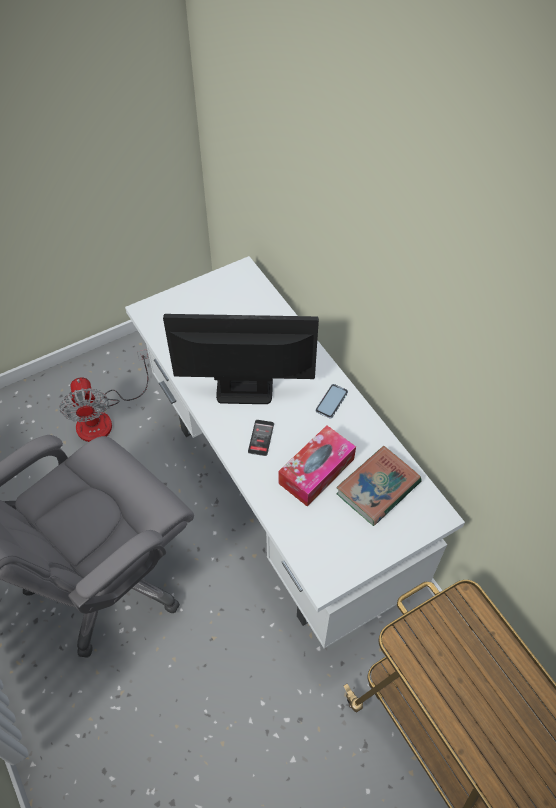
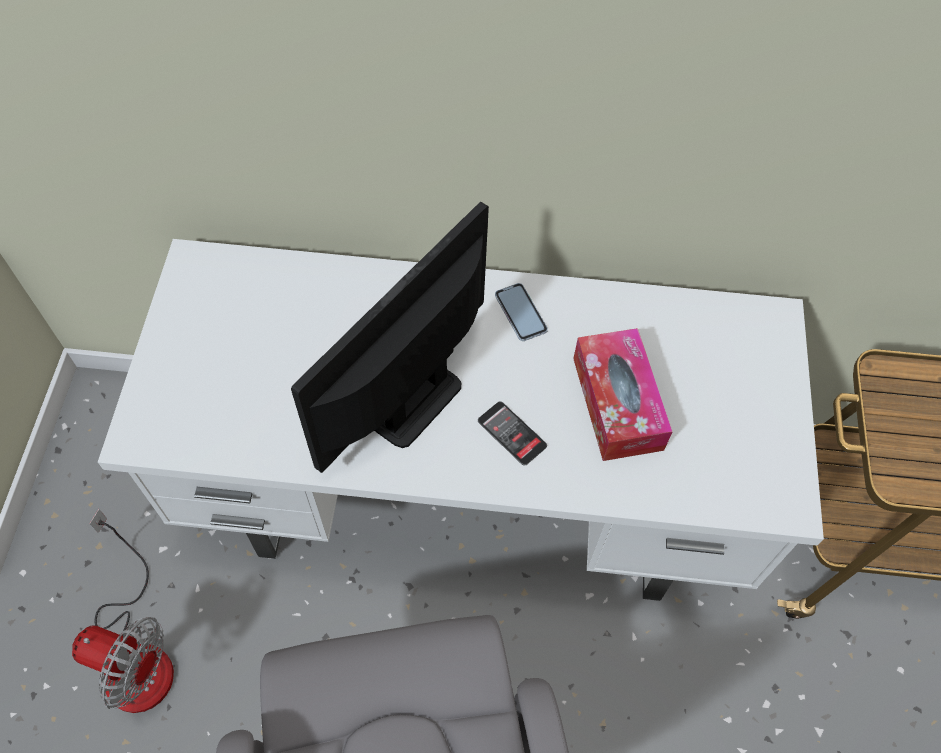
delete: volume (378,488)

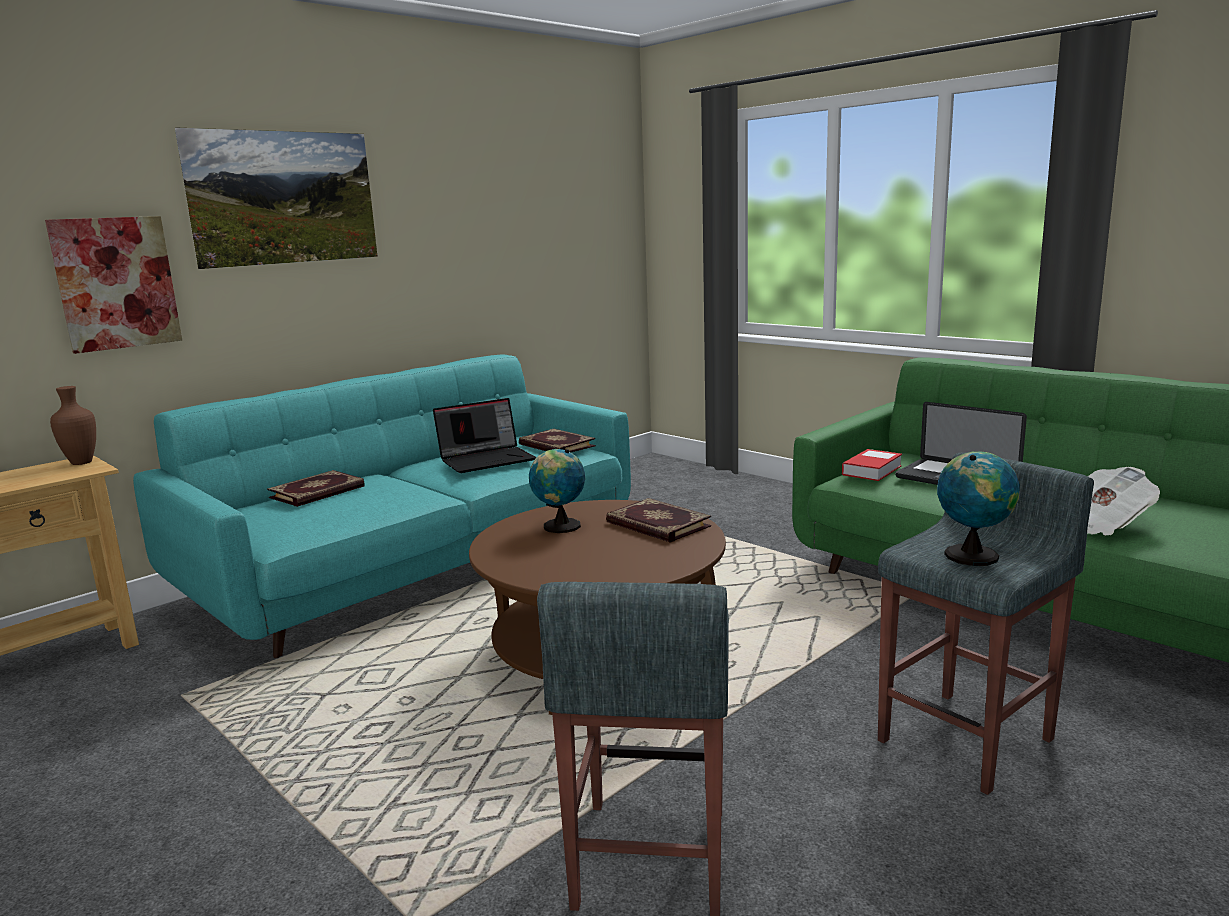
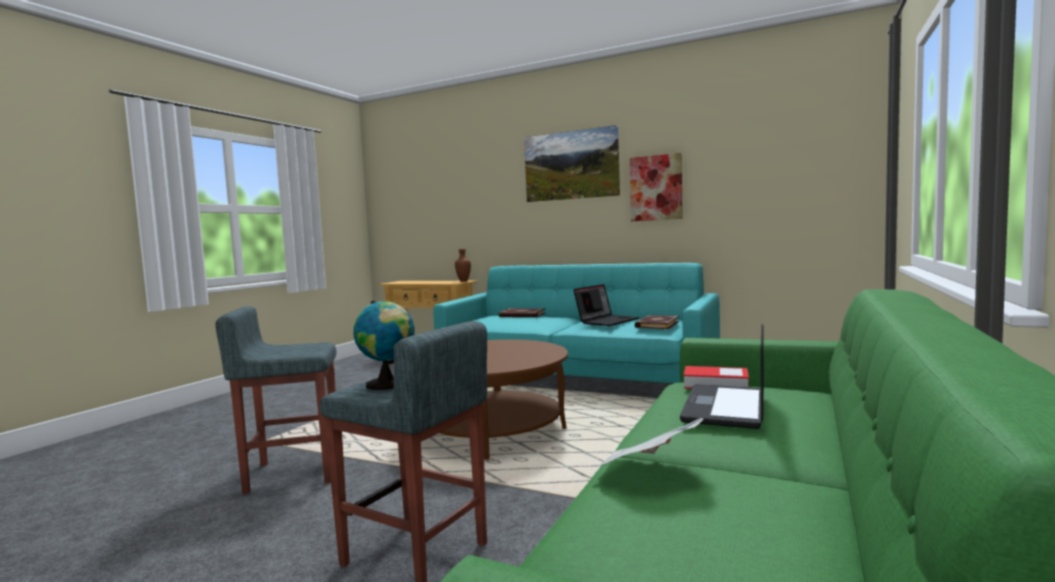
delete: desk globe (559,526); volume (657,525)
move: wall art (116,283) to (656,188)
rotate: notebook computer (487,459) = (607,321) 90 degrees counterclockwise

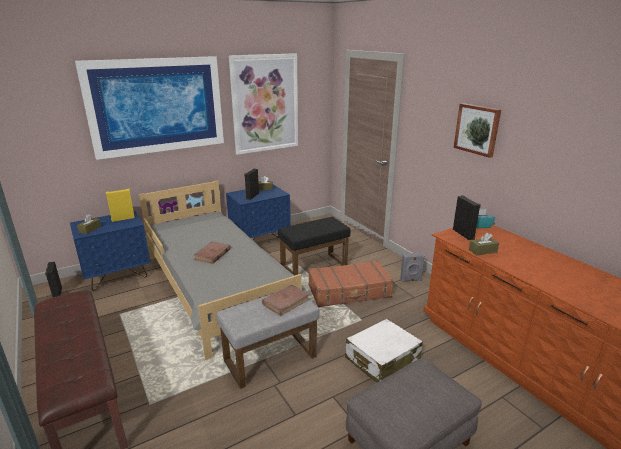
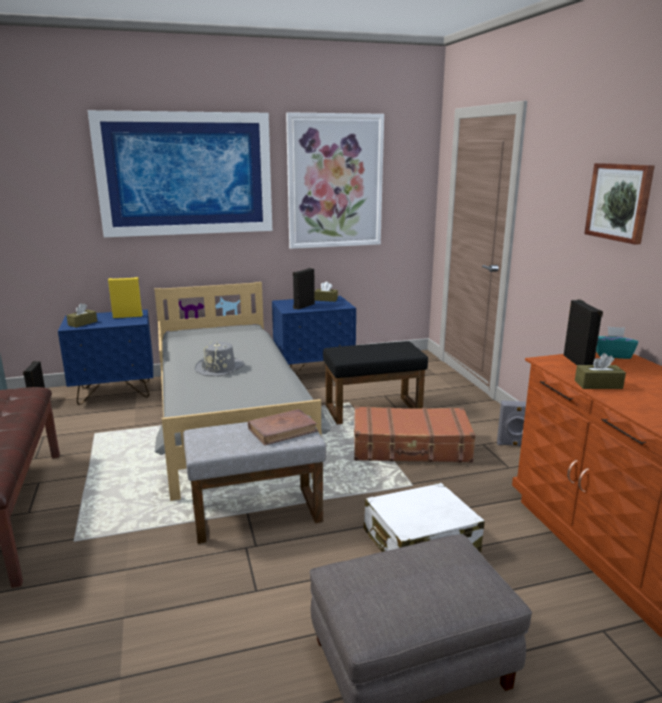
replace: volume/brown-coloured (212,254) to hat/gray (220,368)

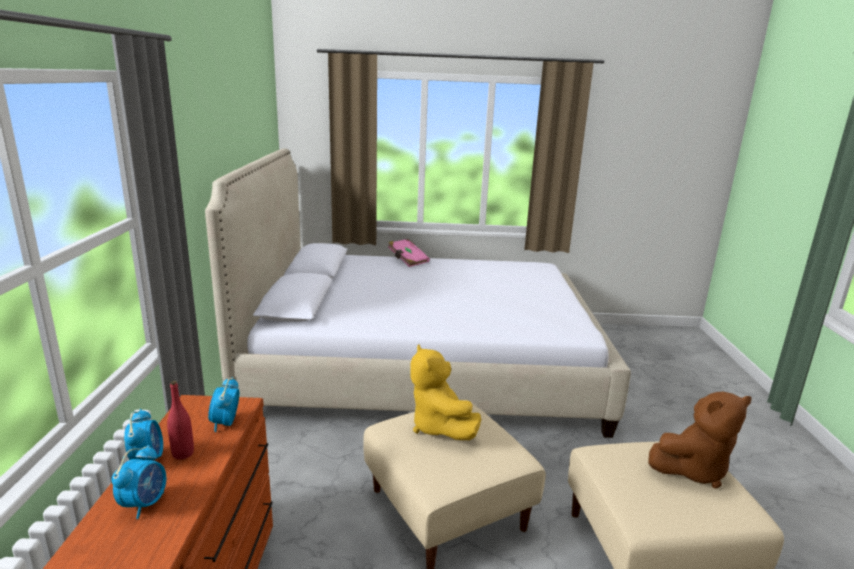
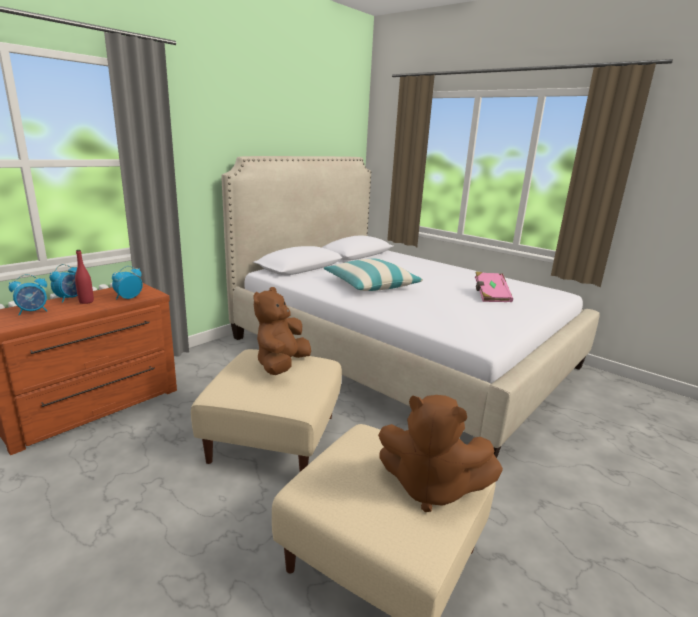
insert: pillow (371,285)
move: volume/pinkish (407,260) to (490,296)
recolor: soft toy/yellow (439,427) to soft toy/brown-coloured (281,365)

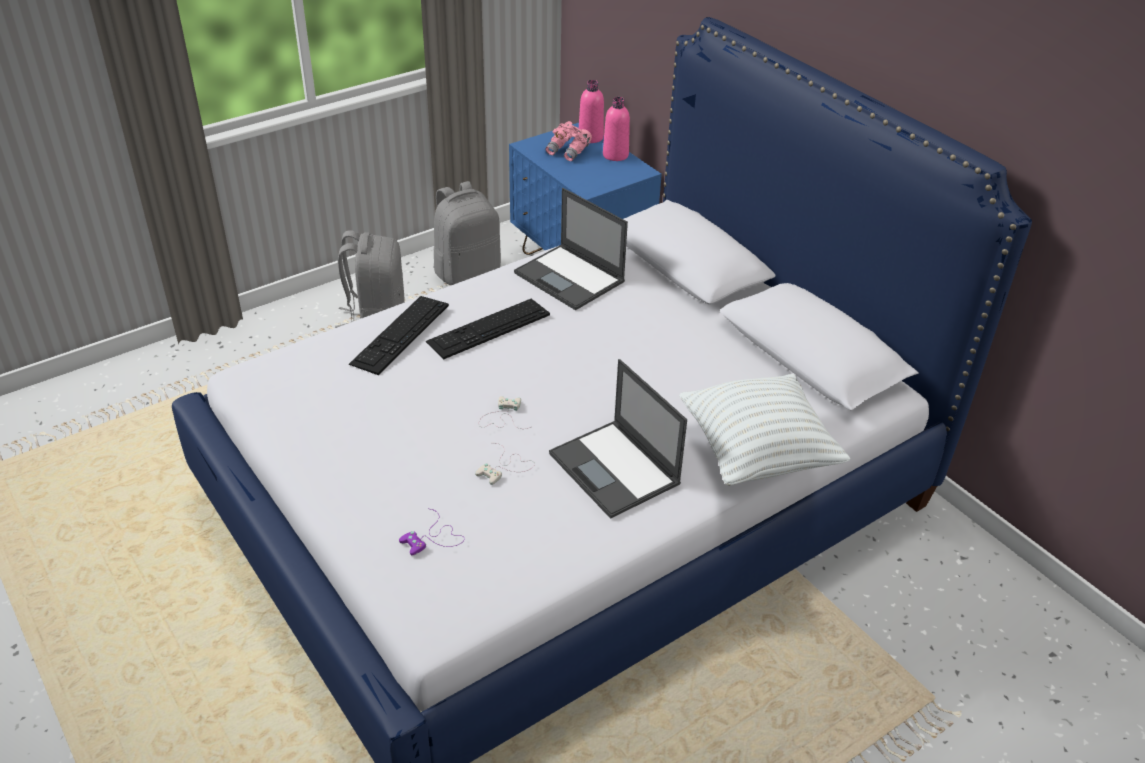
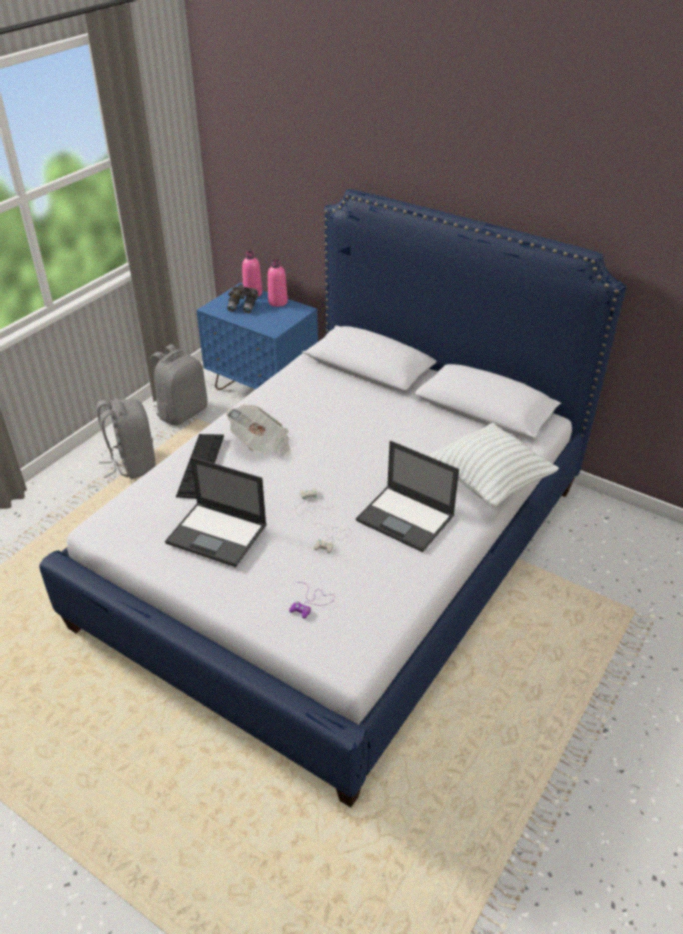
move: notebook computer (570,278) to (218,534)
replace: keyboard (488,328) to newspaper (262,445)
recolor: pair of binoculars/pinkish (568,151) to pair of binoculars/gray (243,306)

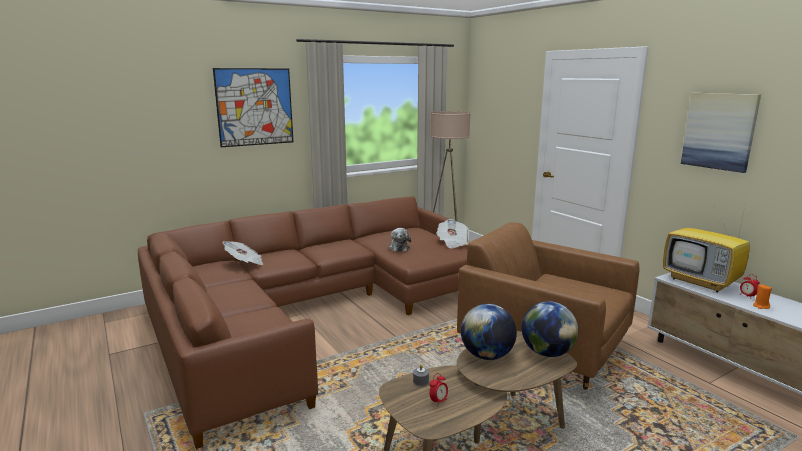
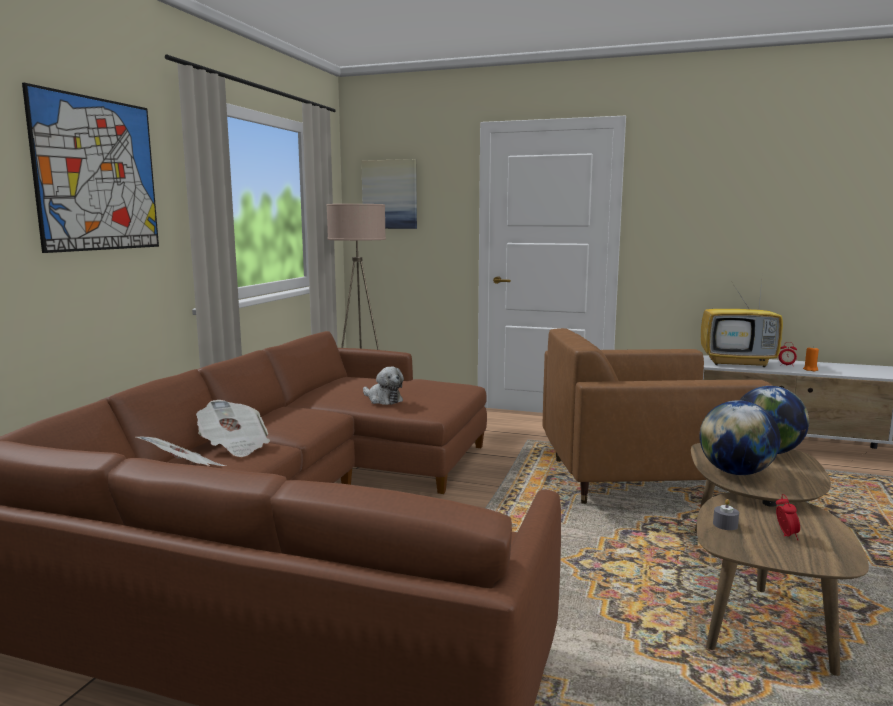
move: wall art (719,131) to (390,194); newspaper (452,243) to (234,446)

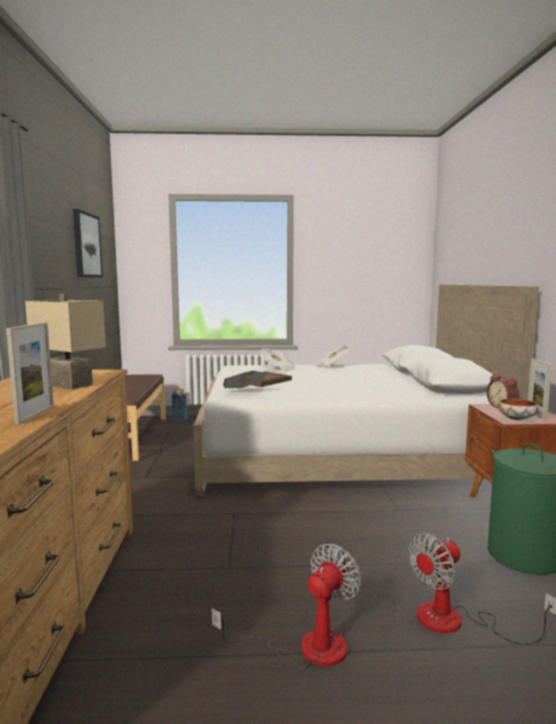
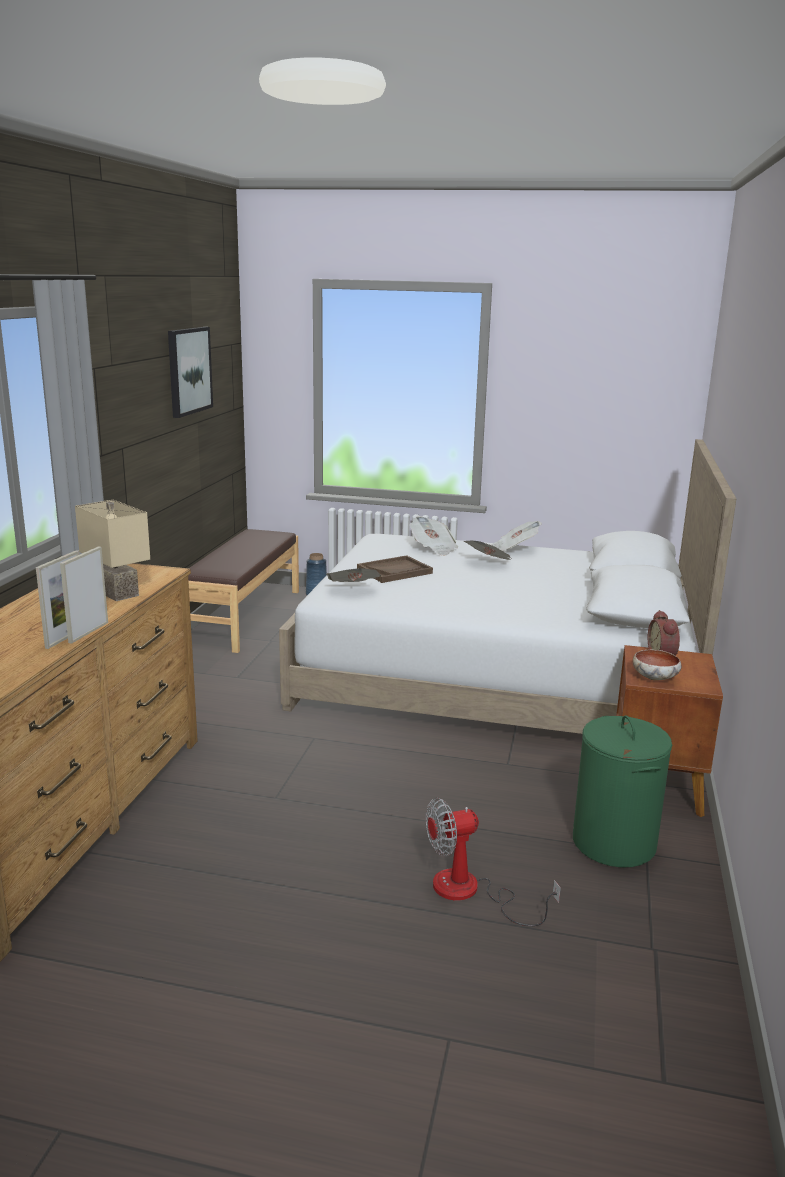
delete: electric fan (306,648)
insert: newspaper (489,563)
move: standing frame (536,414) to (88,632)

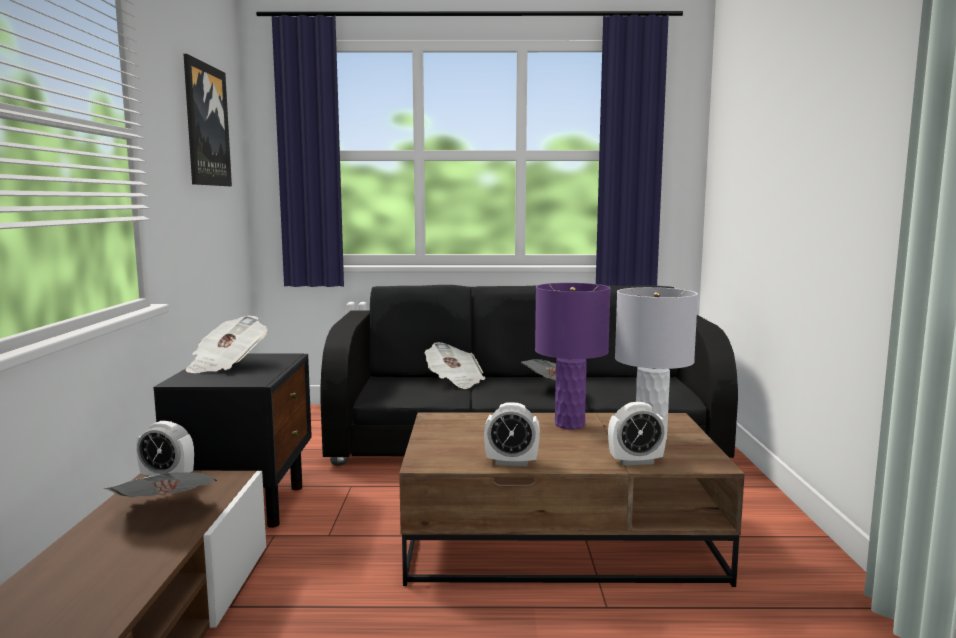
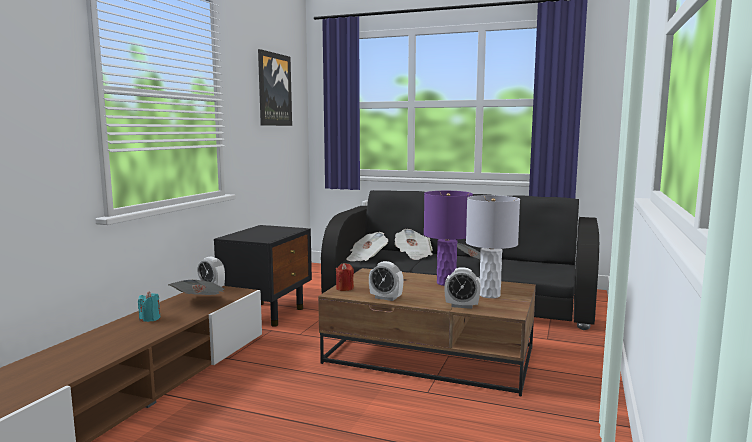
insert: wax candle/red (344,288); wax candle/turquoise-coloured (150,318)
move: newspaper (226,365) to (366,258)

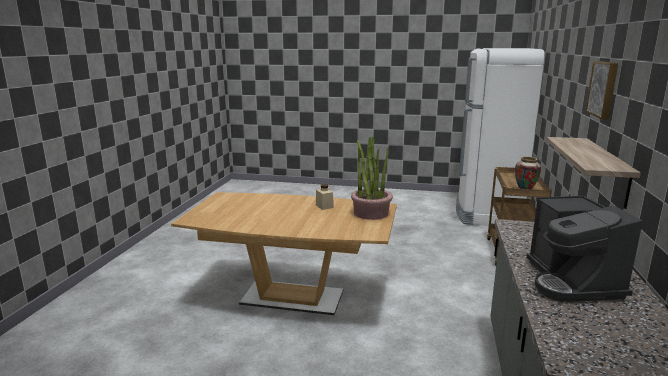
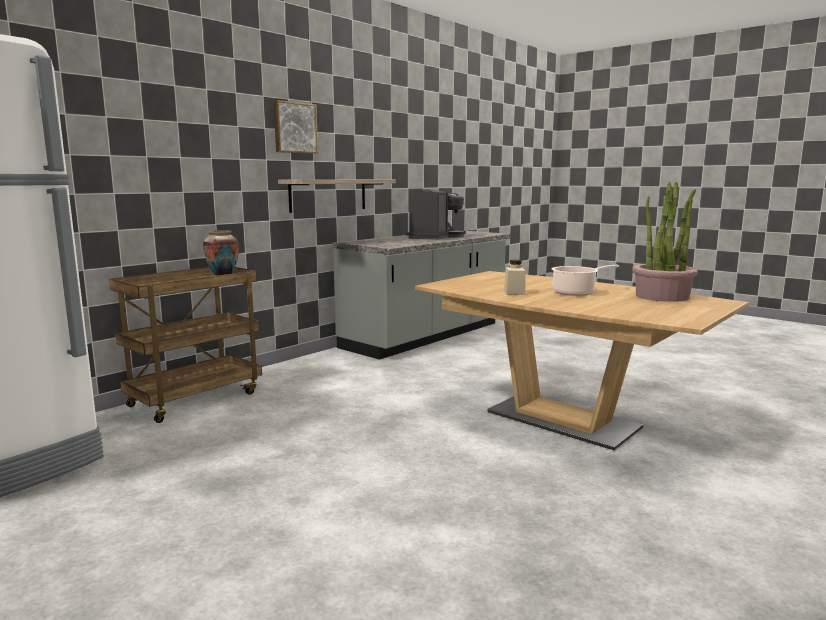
insert: saucepot (576,293)
move: potted plant (371,213) to (662,296)

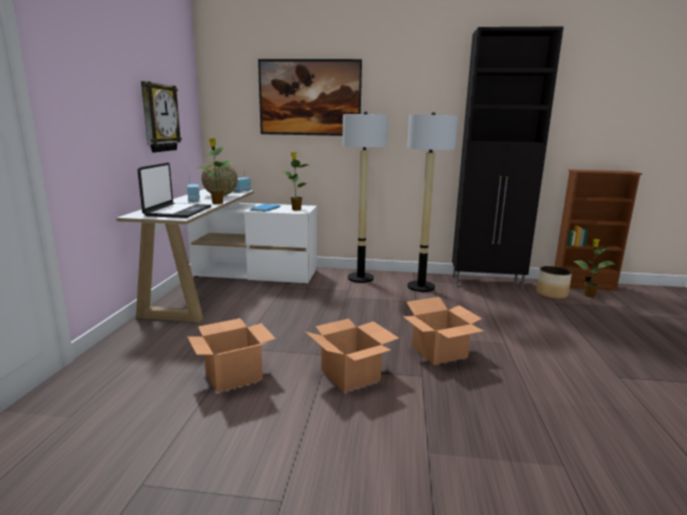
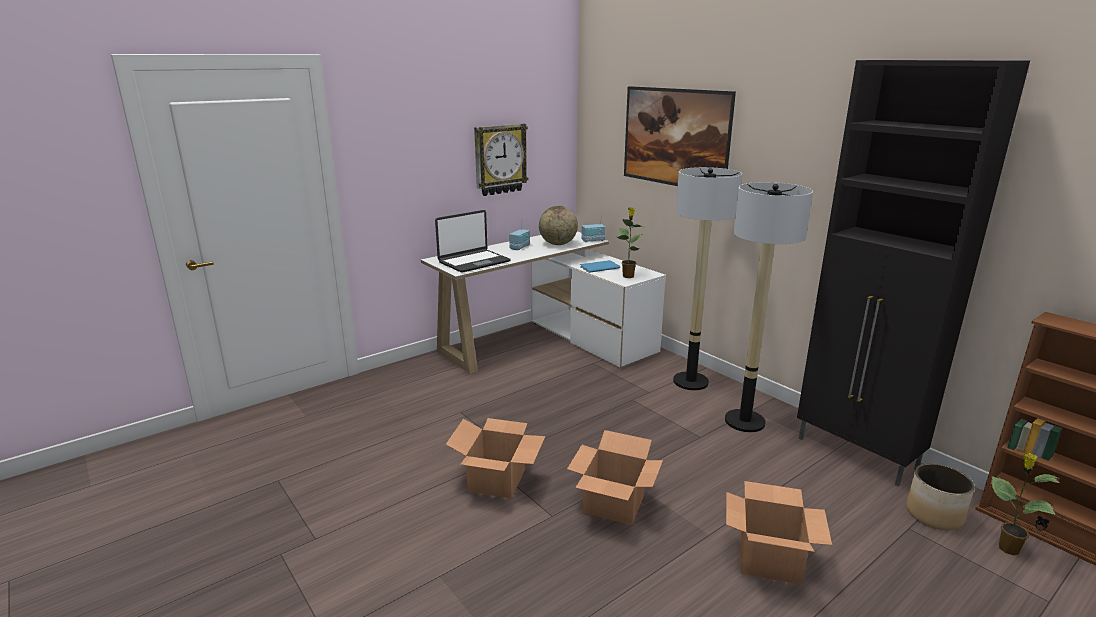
delete: potted plant (217,203)
move: packing box (232,376) to (768,559)

